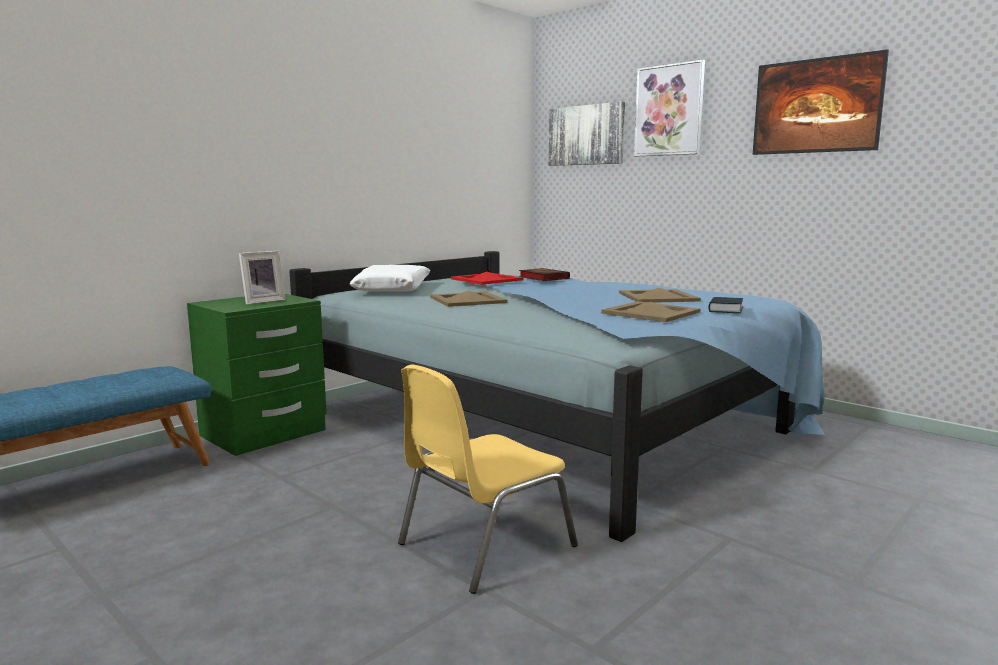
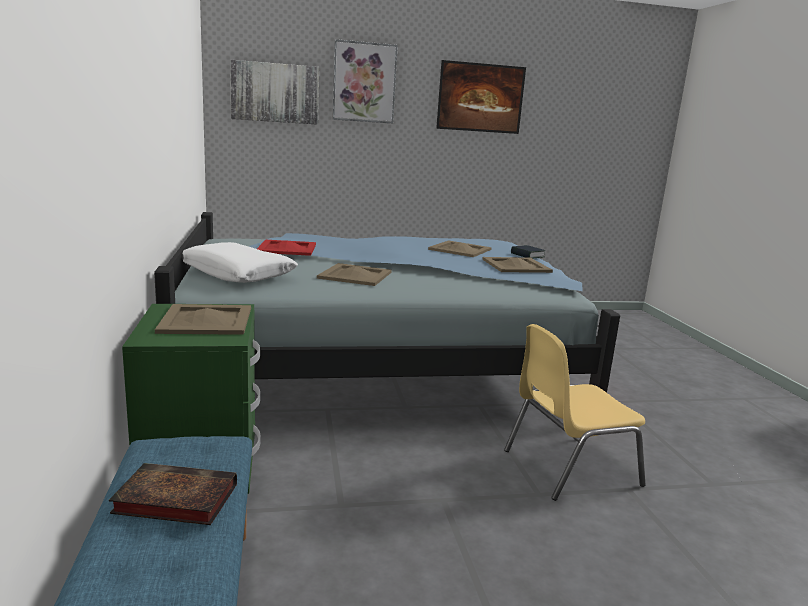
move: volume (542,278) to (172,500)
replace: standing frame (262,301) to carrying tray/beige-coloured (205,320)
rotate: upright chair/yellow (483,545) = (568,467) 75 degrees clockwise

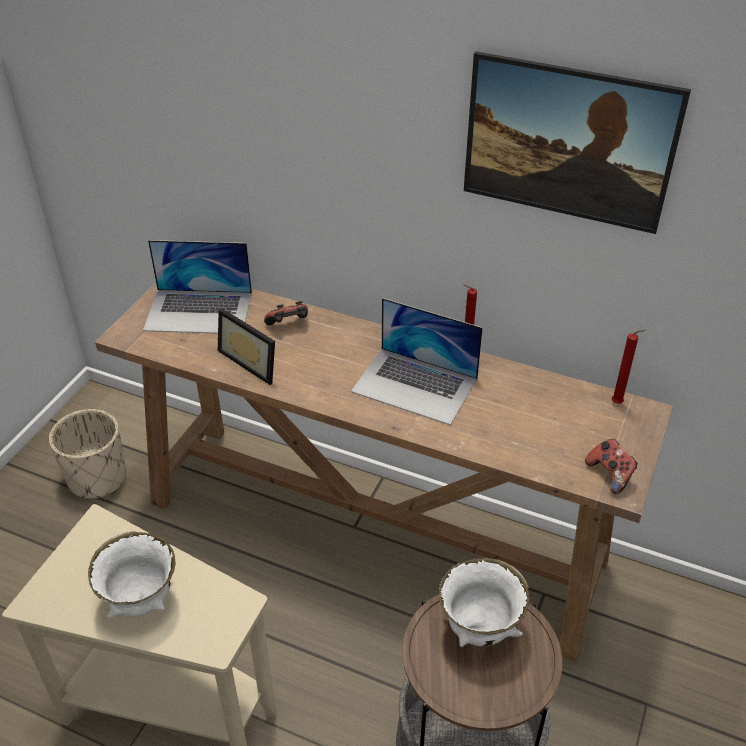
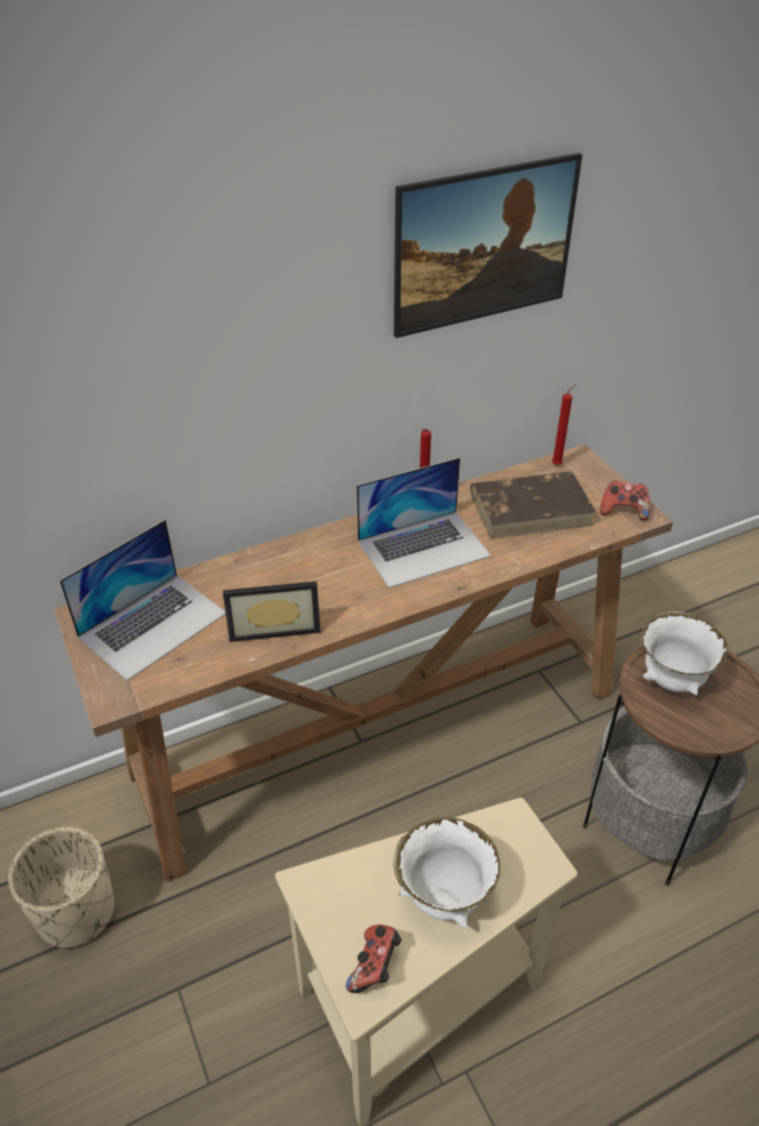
insert: volume/brown-coloured (532,509)
move: gamepad (288,325) to (375,967)

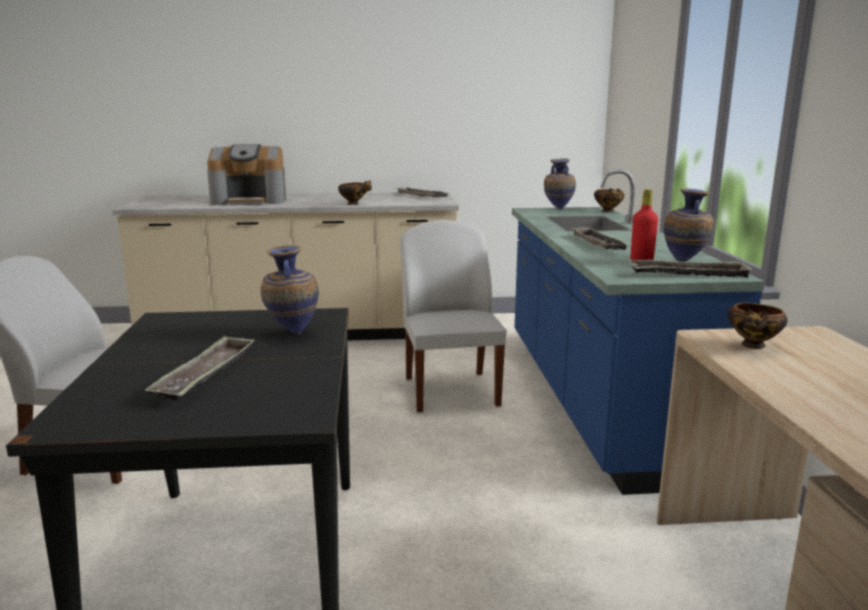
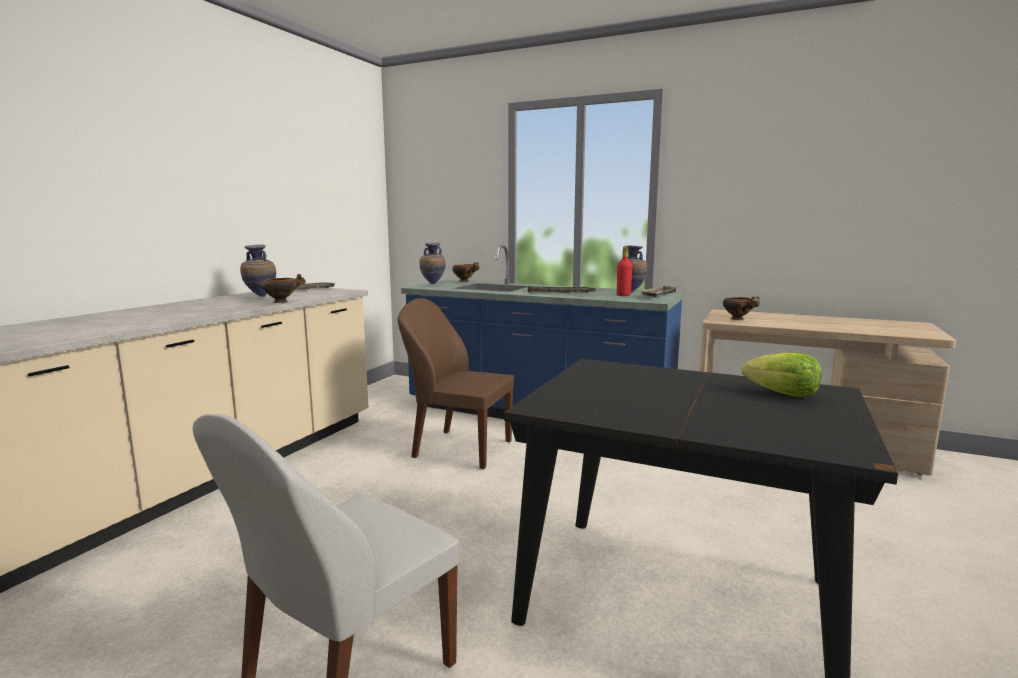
delete: coffee machine (250,201); carrying tray (206,374)
insert: head of lettuce (783,394)
move: flower vase (292,333) to (260,297)
recolor: upright chair/whitish (451,390) to upright chair/brown-coloured (460,448)

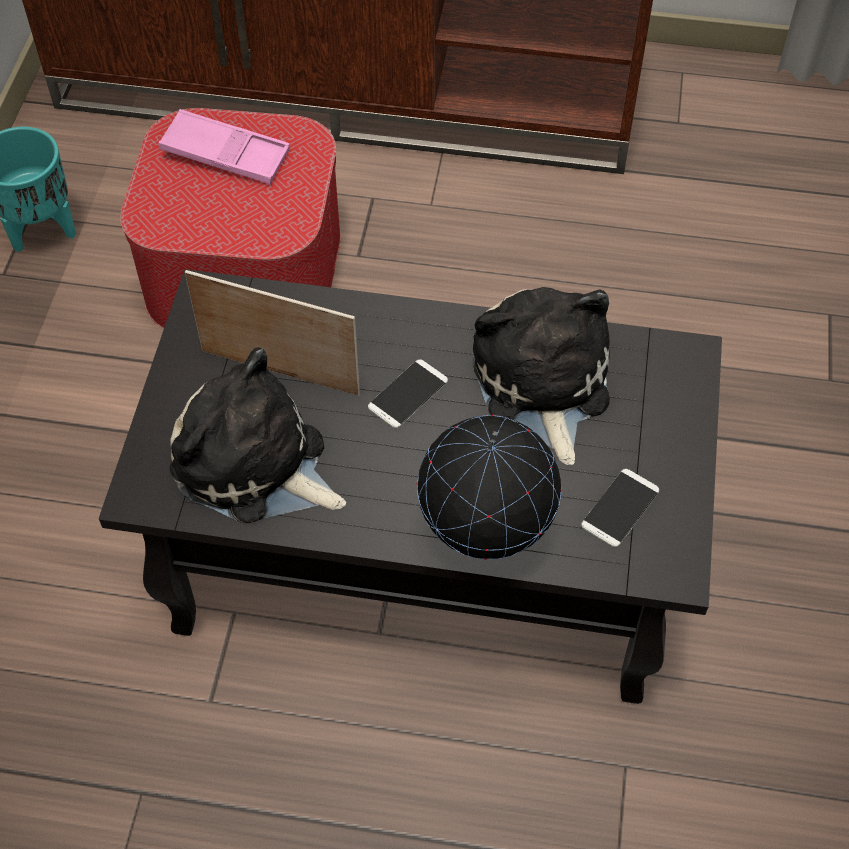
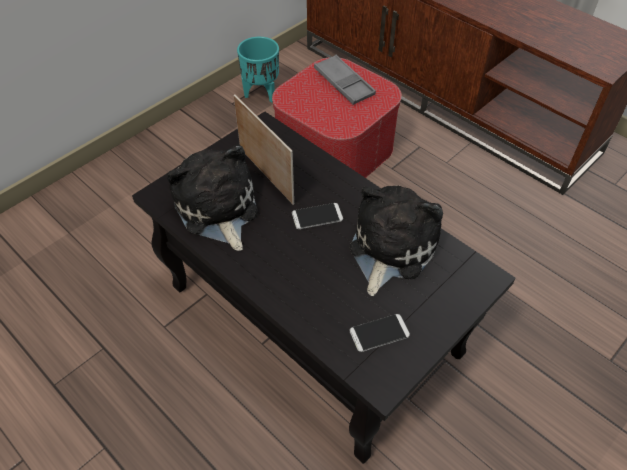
delete: desk globe (486,533)
recolor: carrying tray/pinkish (225,154) to carrying tray/gray (344,84)

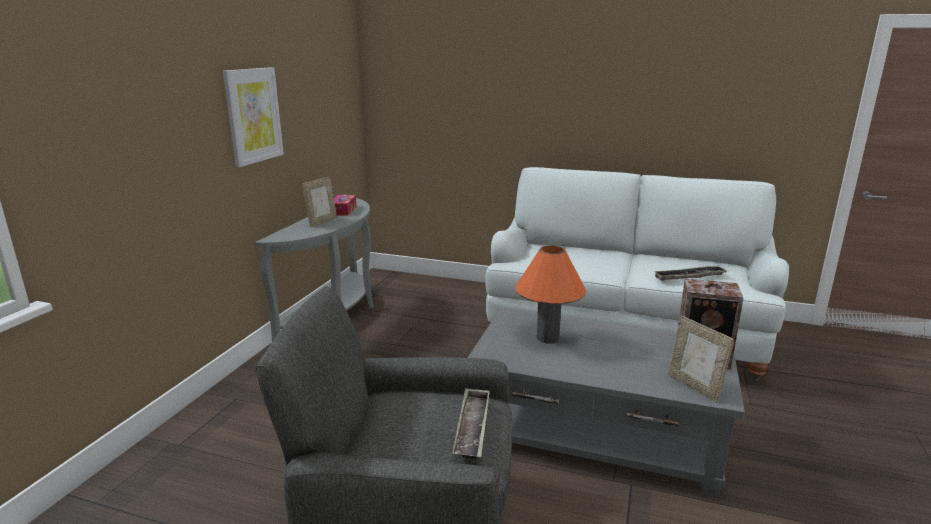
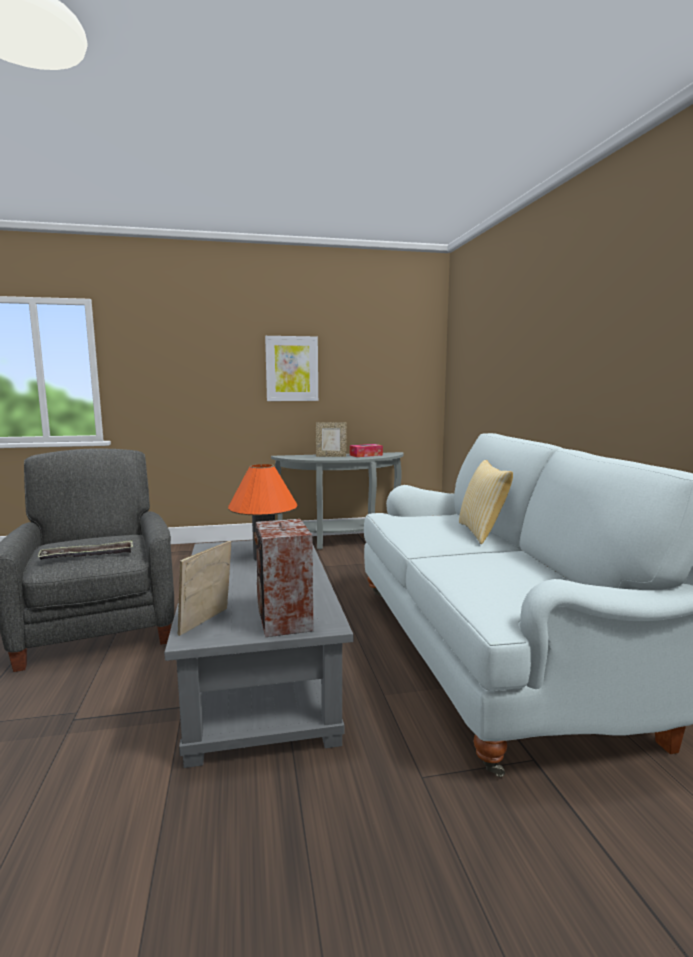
delete: carrying tray (689,276)
insert: pillow (482,532)

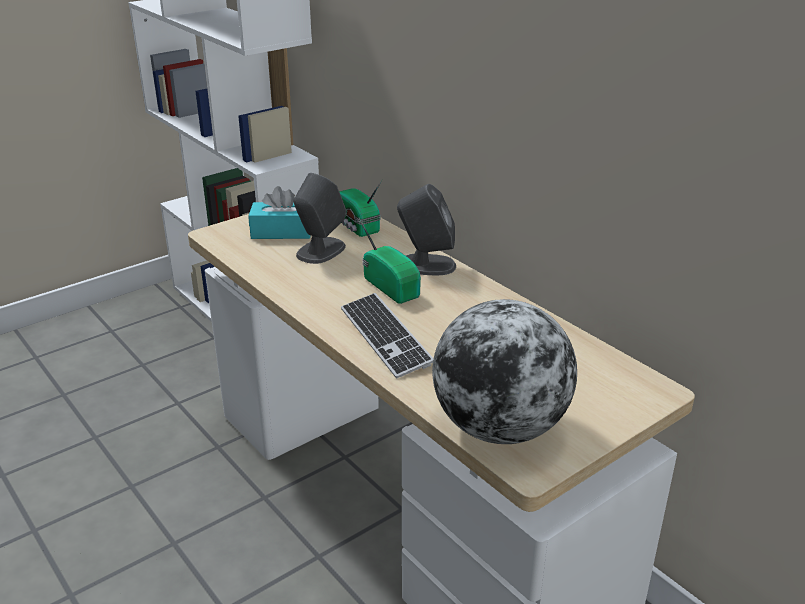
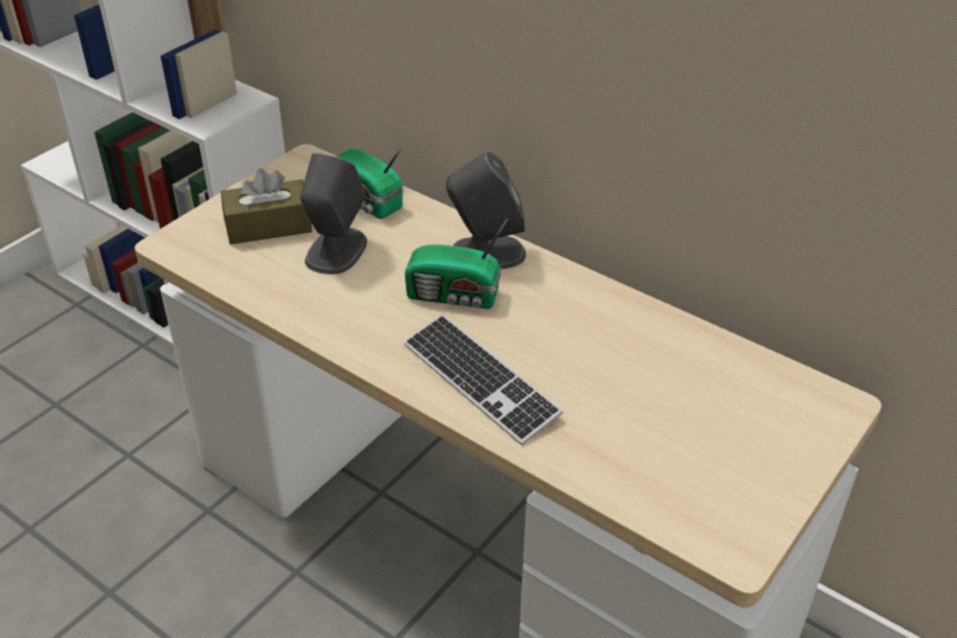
delete: desk globe (499,427)
recolor: tissue holder/turquoise-coloured (282,232) to tissue holder/brown-coloured (268,226)
rotate: radio receiver (391,286) = (455,296) 150 degrees clockwise

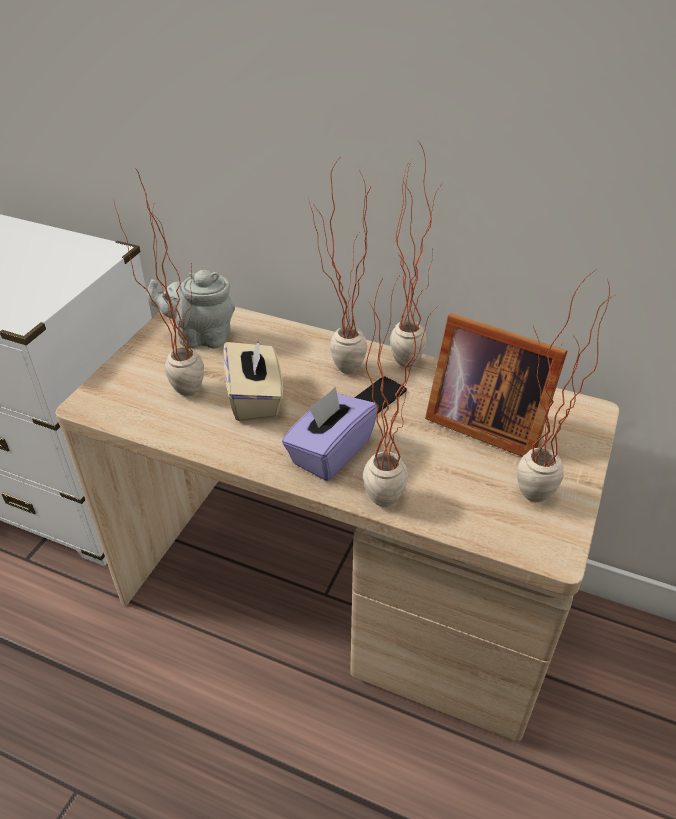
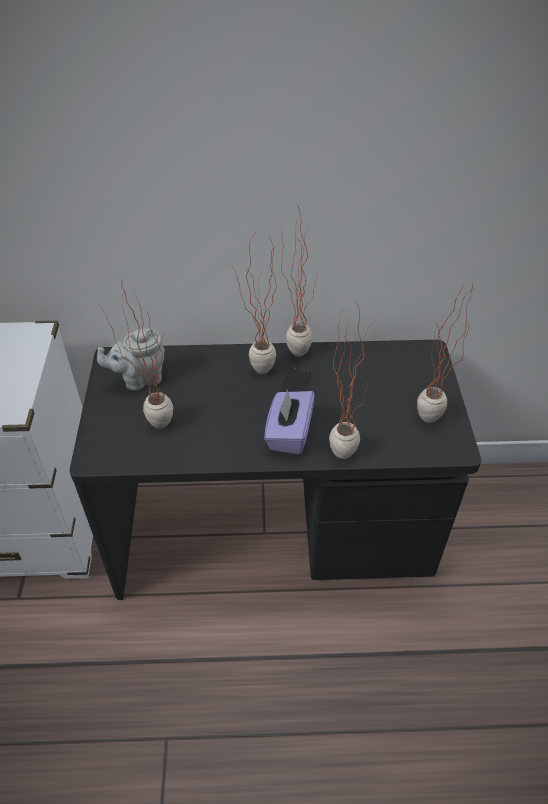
delete: standing frame (483,422); tissue holder/beige-coloured (255,398)
recolor: desk/beige-coloured (338,596) to desk/black-coloured (273,530)

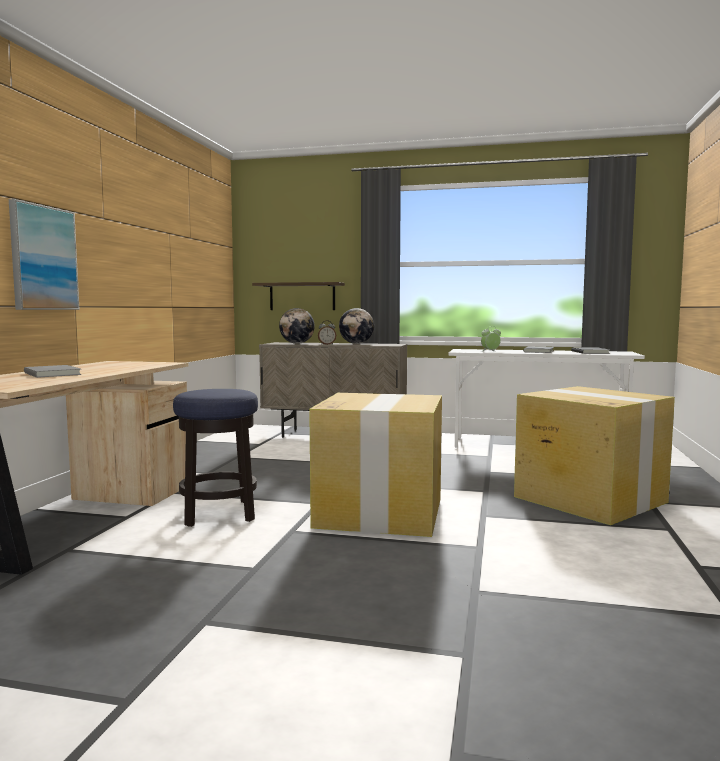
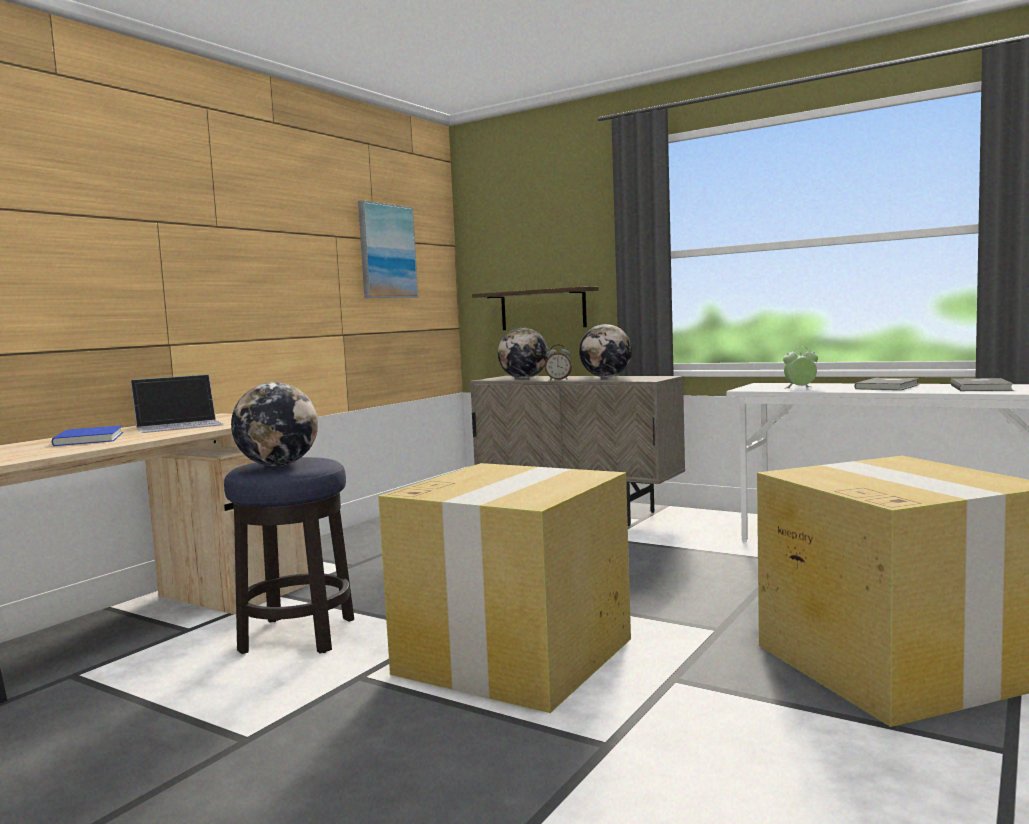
insert: notebook computer (179,425); desk globe (278,465)
move: wall art (43,258) to (387,251)
recolor: volume/gray (54,373) to volume/bluish (92,438)

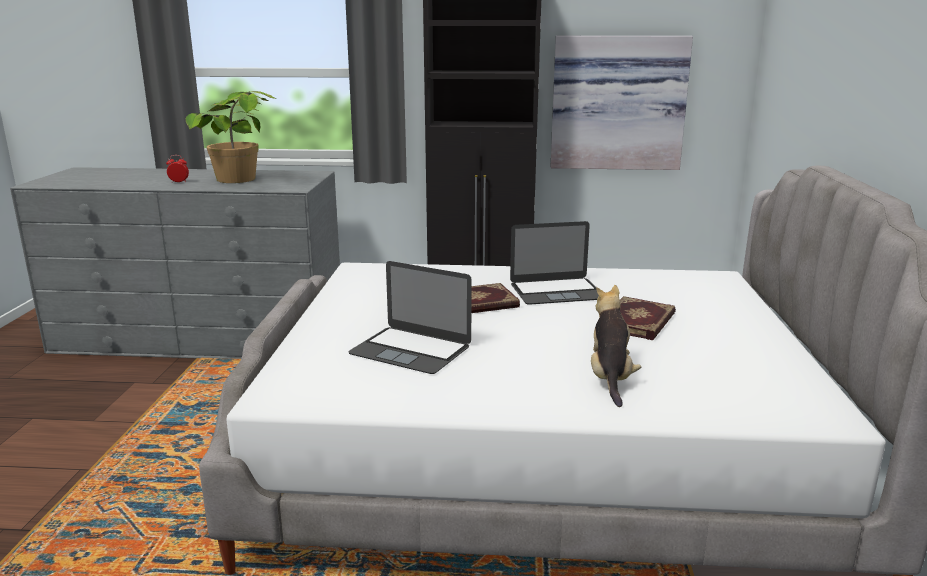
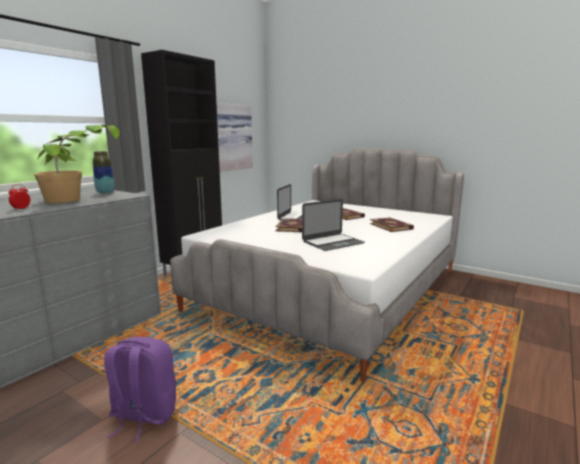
insert: flower vase (105,192); backpack/purple-coloured (143,416)
replace: soft toy (610,378) to volume (391,226)

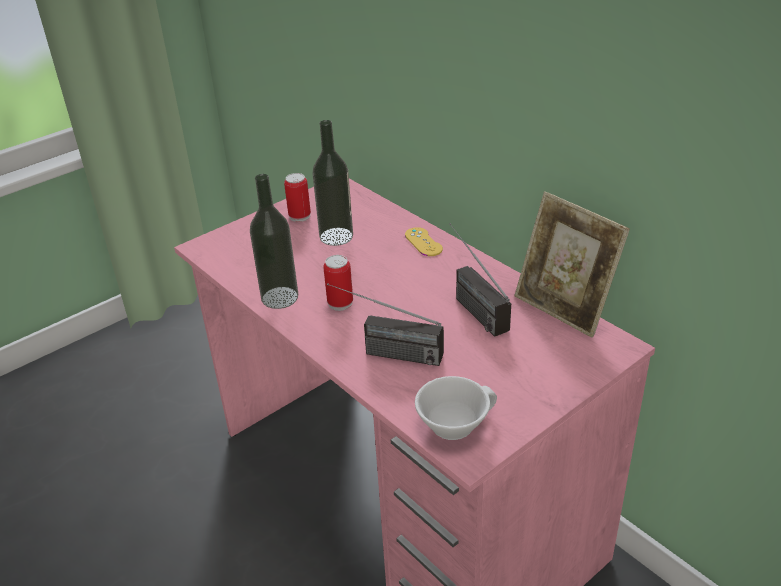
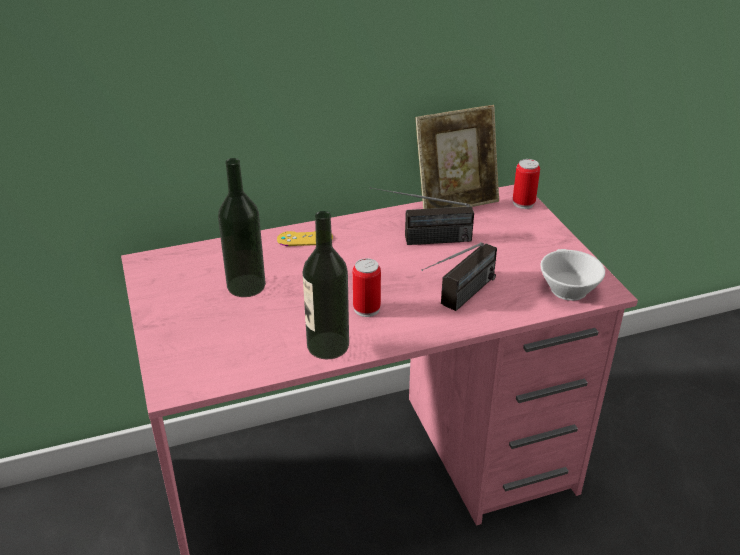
move: metal can (299,216) to (523,203)

